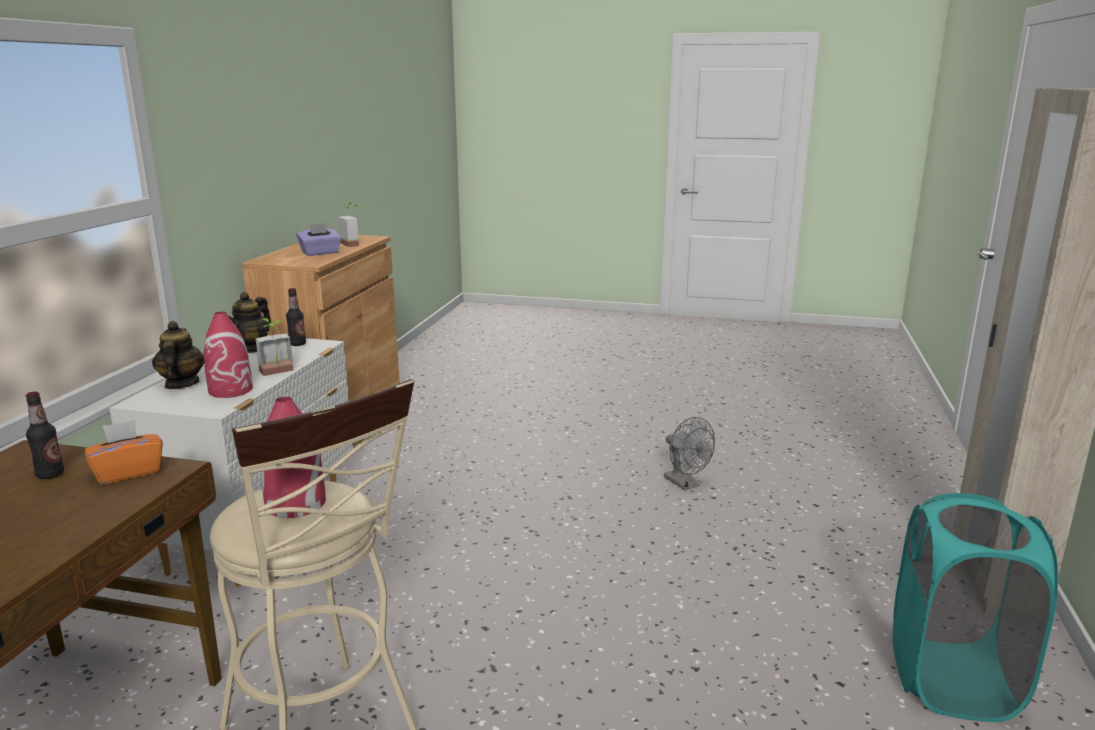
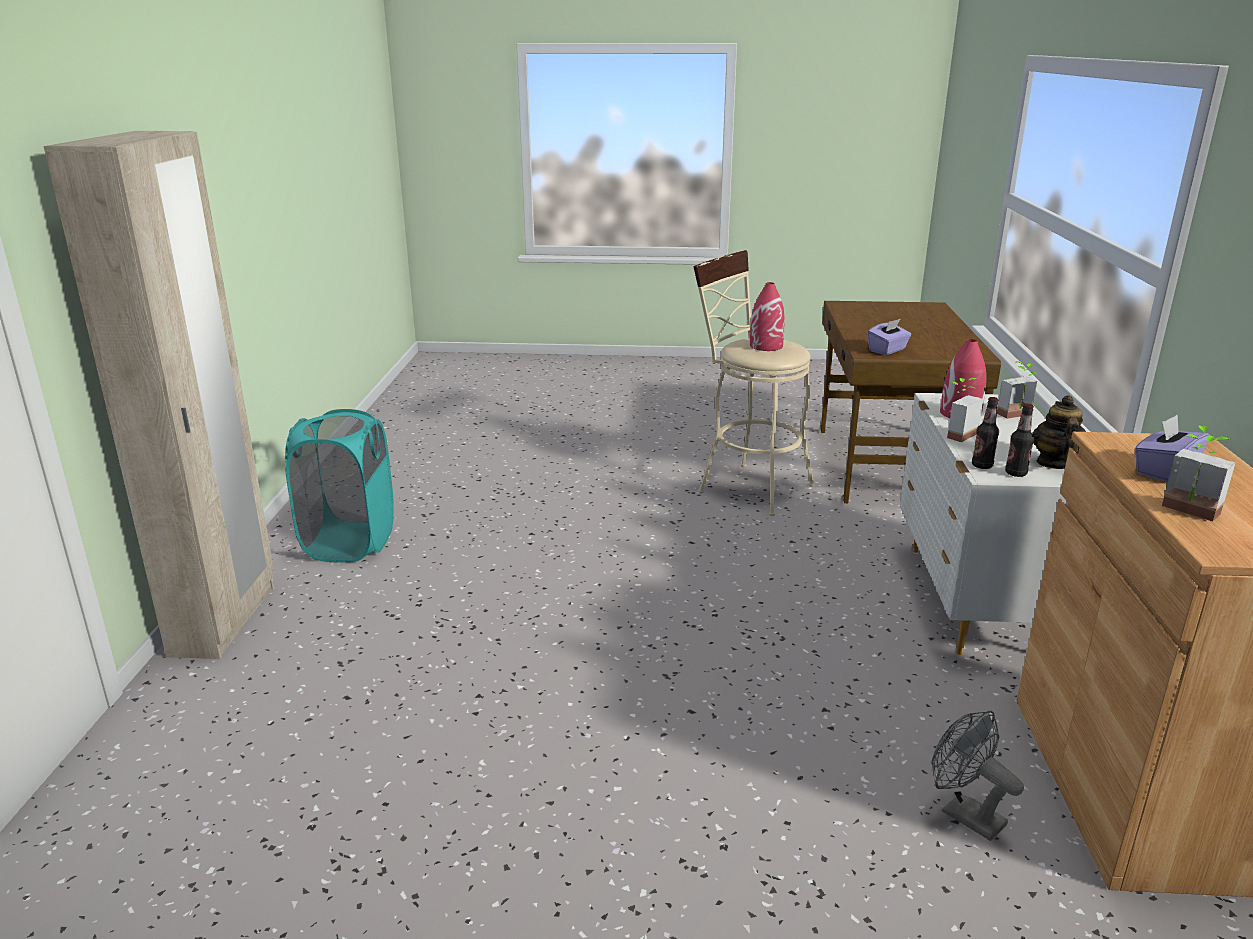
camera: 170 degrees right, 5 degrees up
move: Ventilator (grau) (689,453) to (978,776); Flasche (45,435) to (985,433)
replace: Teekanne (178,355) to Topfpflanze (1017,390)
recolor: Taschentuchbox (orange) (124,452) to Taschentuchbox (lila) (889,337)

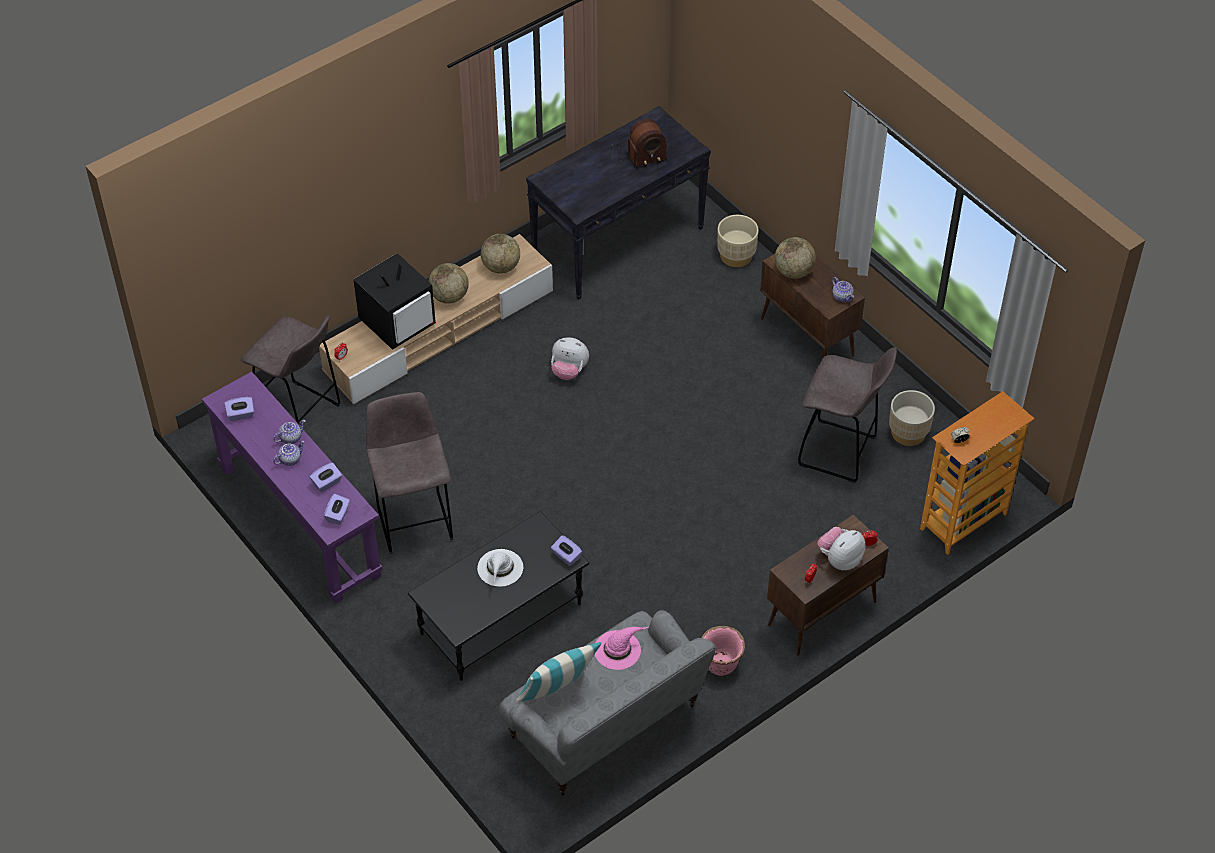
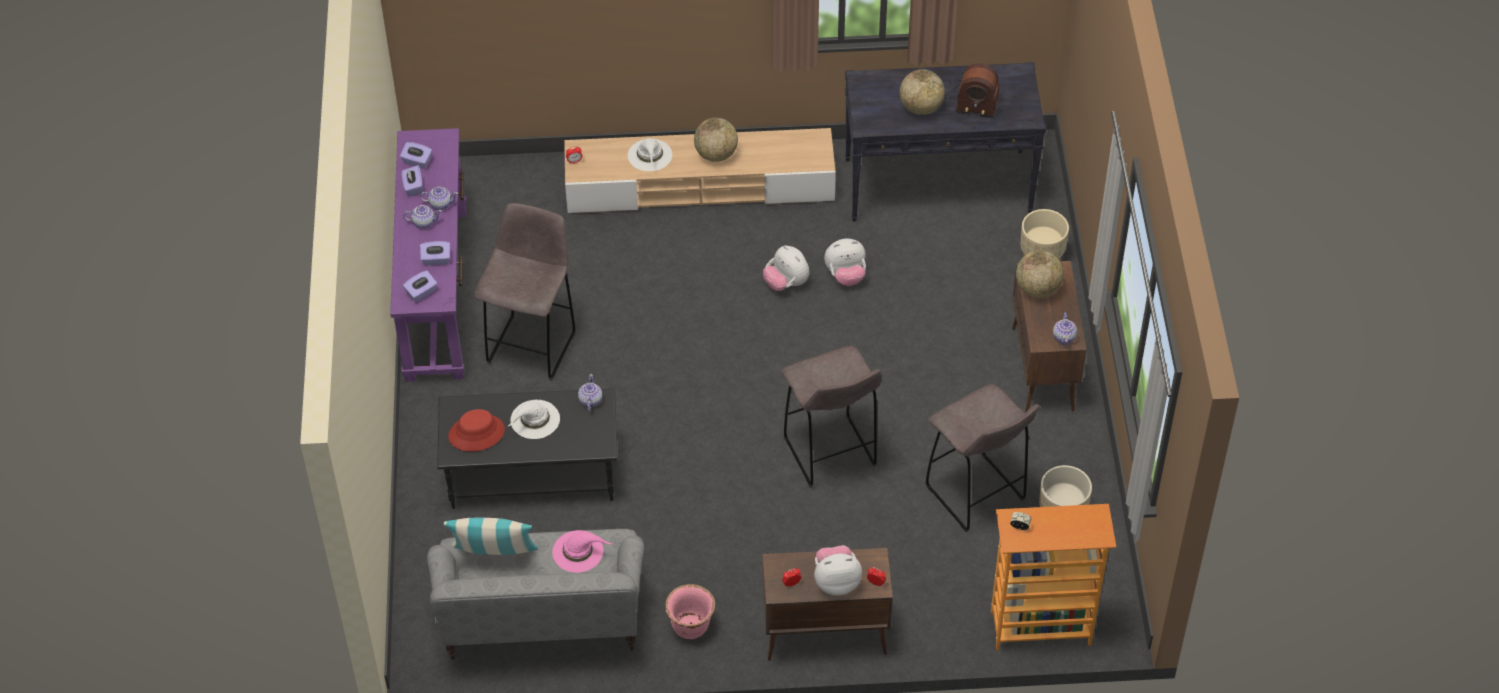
camera: 35 degrees right, 0 degrees up
insert: Hut (rot) (476,430); Teekanne (590,392); Plüschtier (845,262)
move: Taschentuchbox (lila) (566,550) to (412,180); Hocker (grau) (291,370) to (831,417); Globus (500,254) to (922,92)
replace: Fernseher (394,301) to Hut (weiß) (650,154)

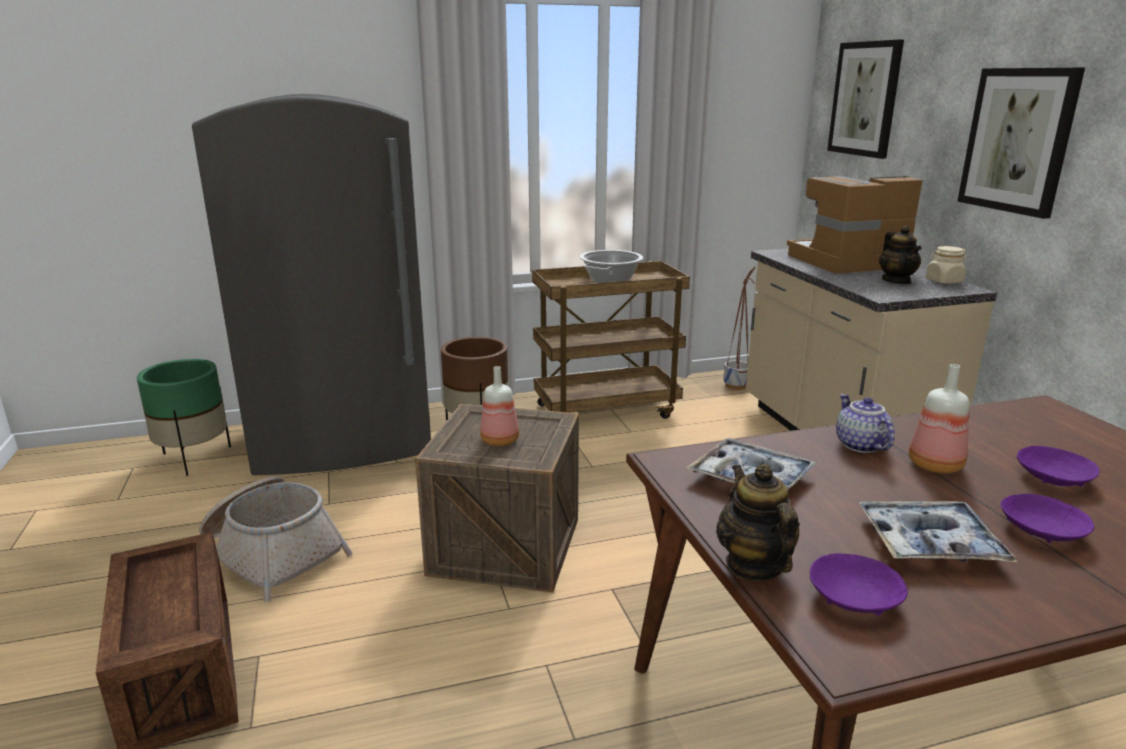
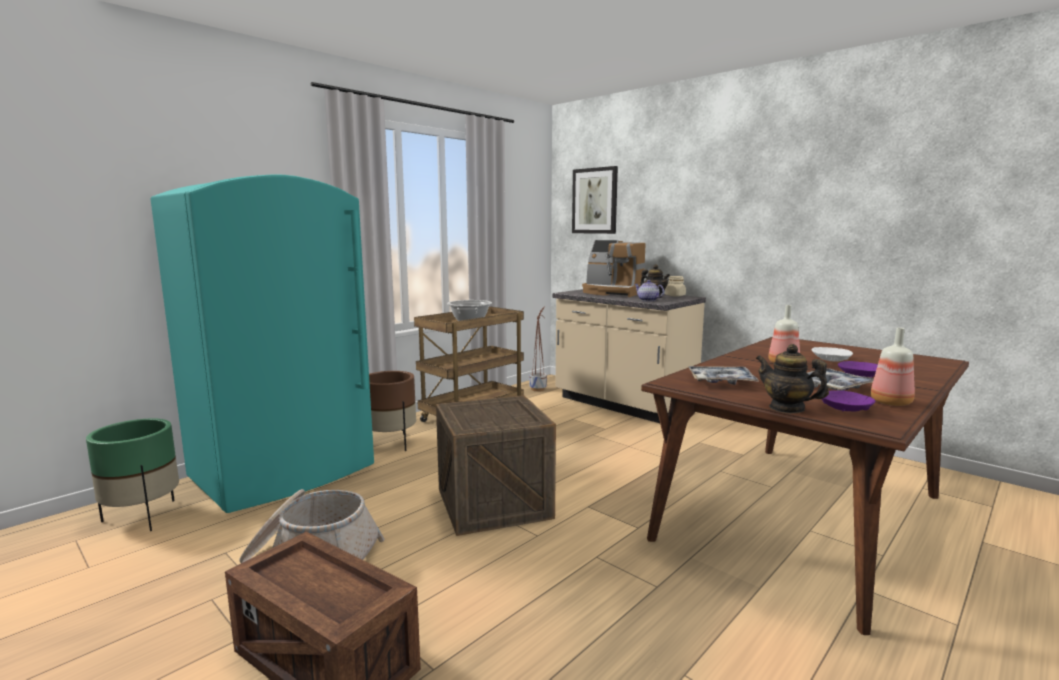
camera: 30 degrees left, 10 degrees down
delete: Bild (1021,143)
move: Teekanne (865,423) to (649,290); Flasche (499,406) to (892,367)
recolor: Kühlschrank (grau) (311,285) to Kühlschrank (türkis) (262,343); Schüssel (lila) (1058,466) to Schüssel (weiß) (832,354)
rotate: Kaffeemaschine (855,225) = (614,268) 105 degrees counterclockwise

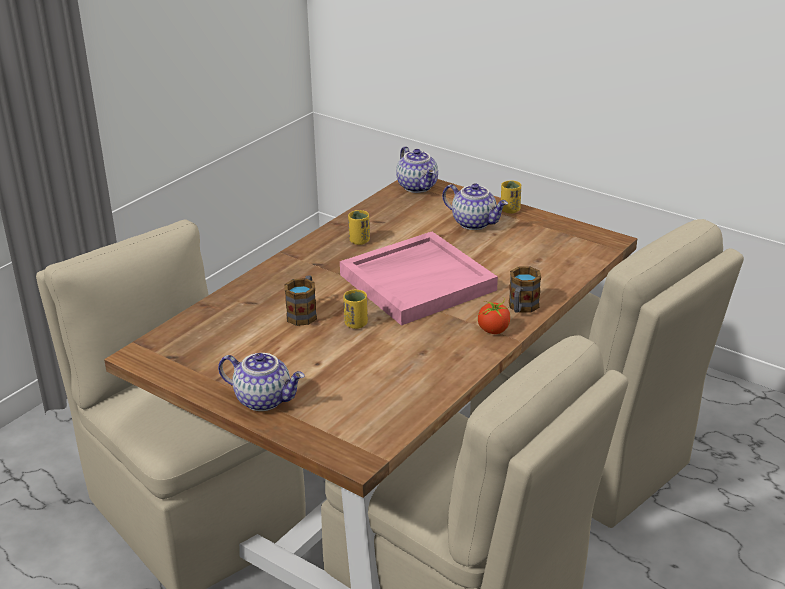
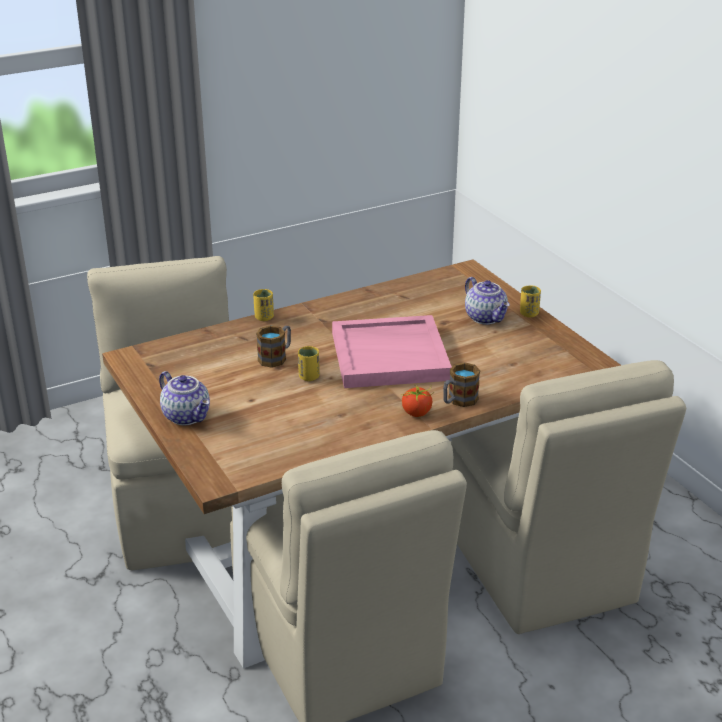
camera: 25 degrees right, 0 degrees up
delete: Teekanne (417,169)
move: Tasse (gelb) (359,227) to (263,305)

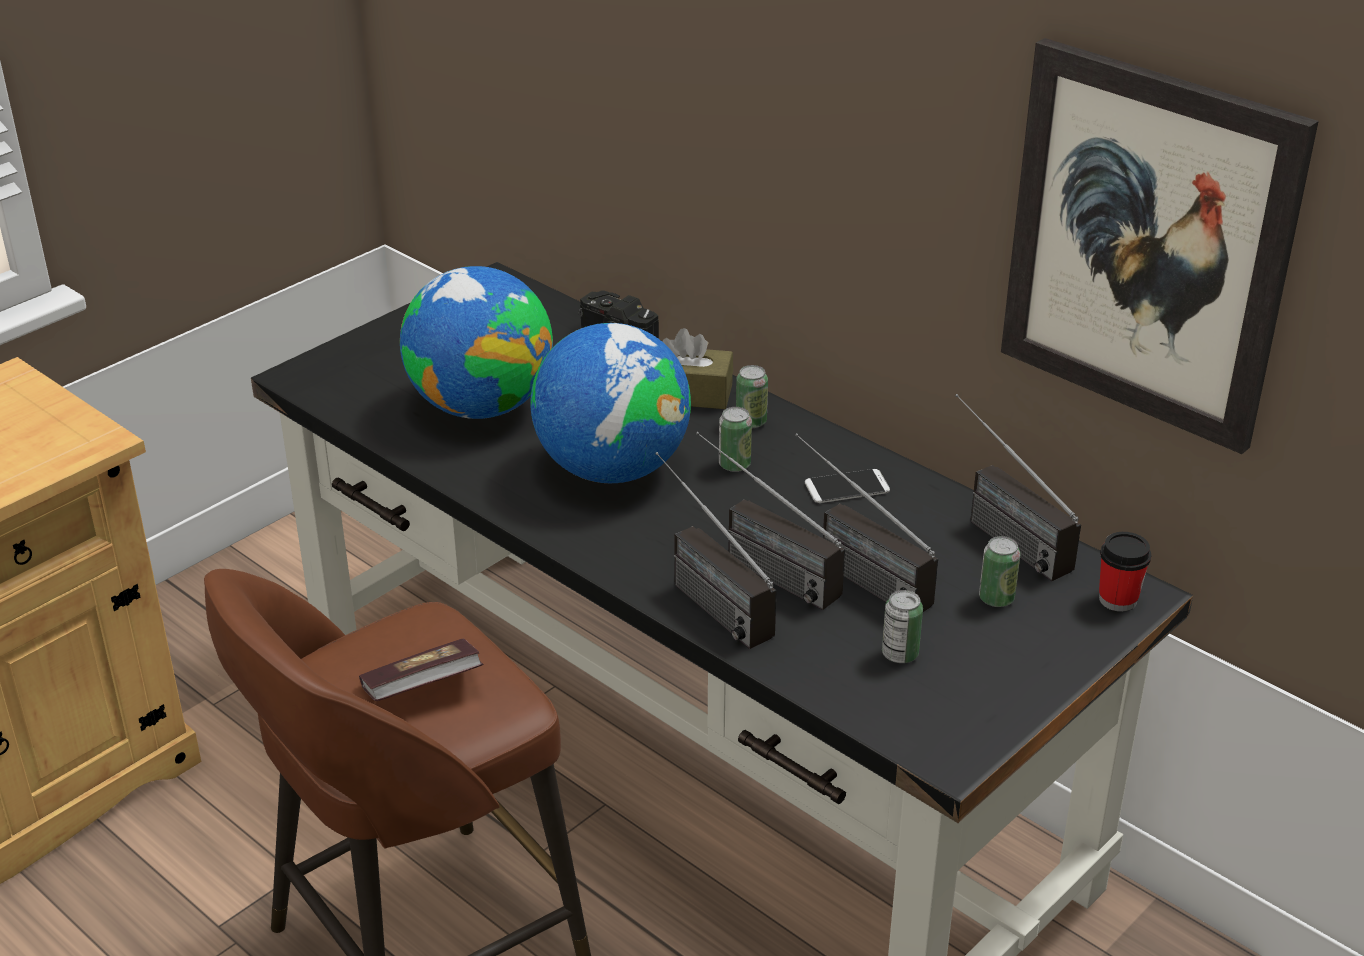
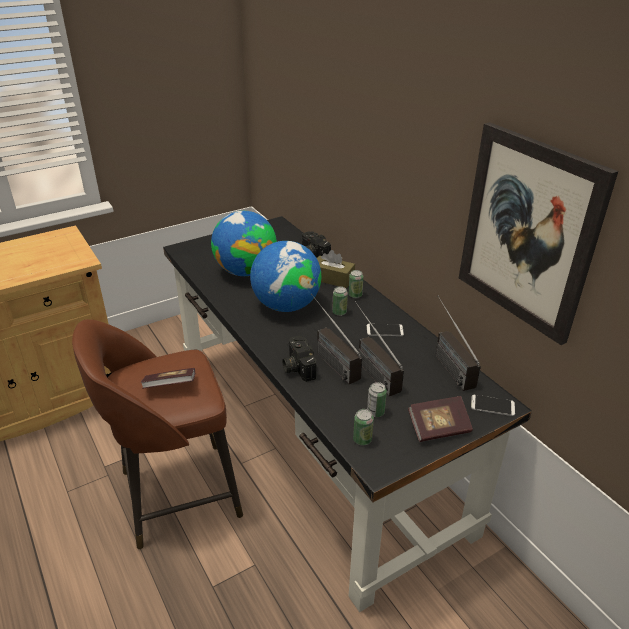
camera: 15 degrees right, 0 degrees up
insert: Buch (440,419)
move: Dose (999,571) to (363,427)
replace: Radio (715,550) to Kamera (299,359); Tasse (1125,572) to Handy (493,405)

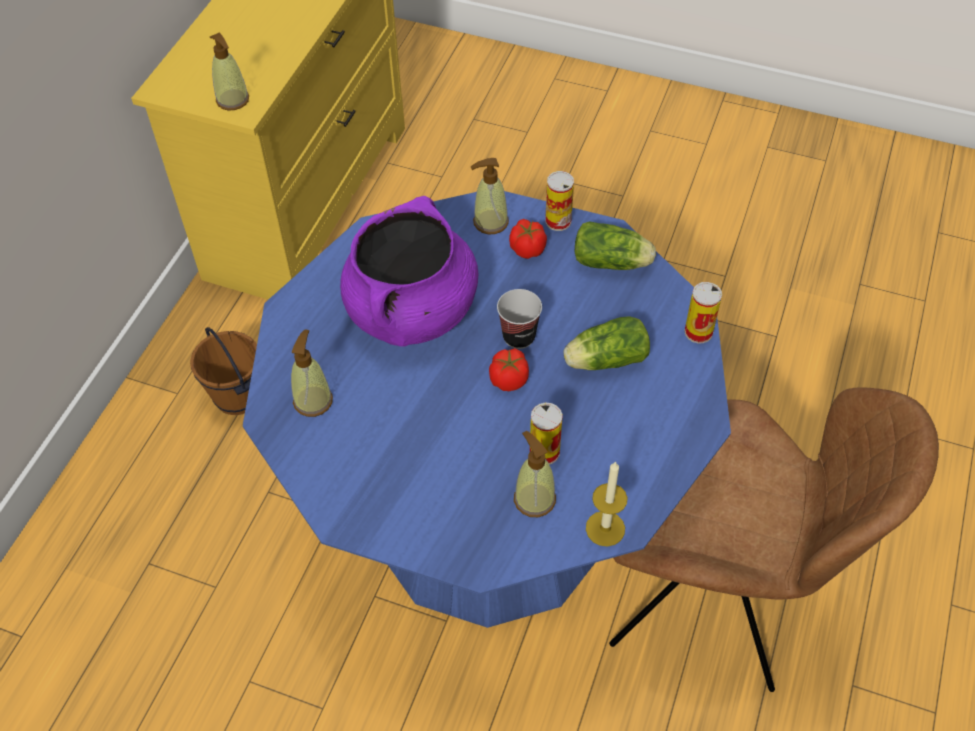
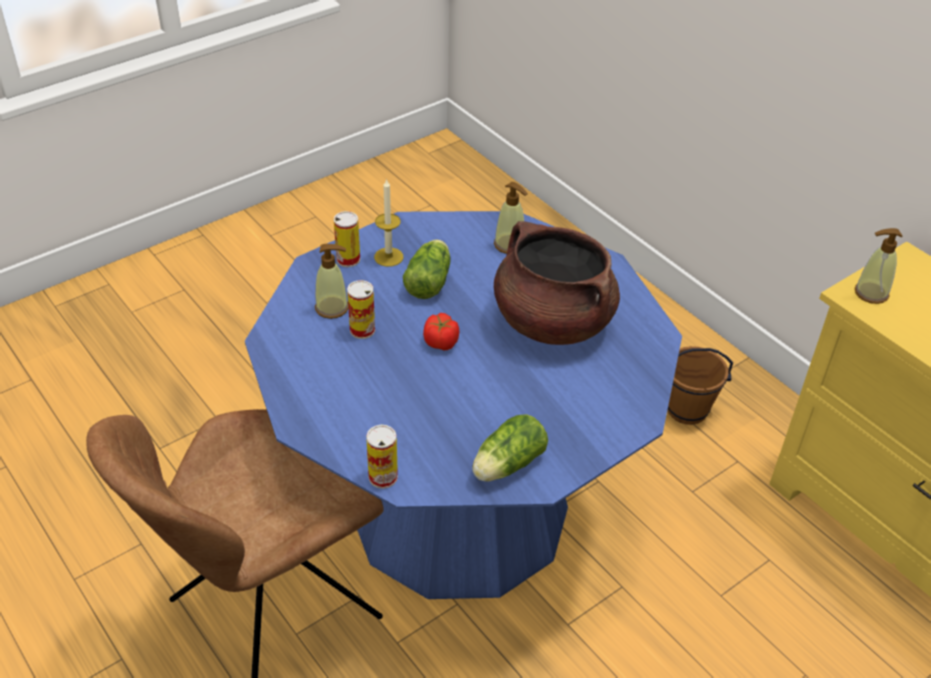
camera: 120 degrees right, 10 degrees down
delete: Seifenspender (490,196); Tasse (519,319); Tomate (528,239)
move: Dose (559,201) to (347,239); Kerze (607,504) to (388,222); Salatkopf (606,343) to (427,269)
recolor: Kochtopf (lila) (409,271) to Kochtopf (braun) (557,283)

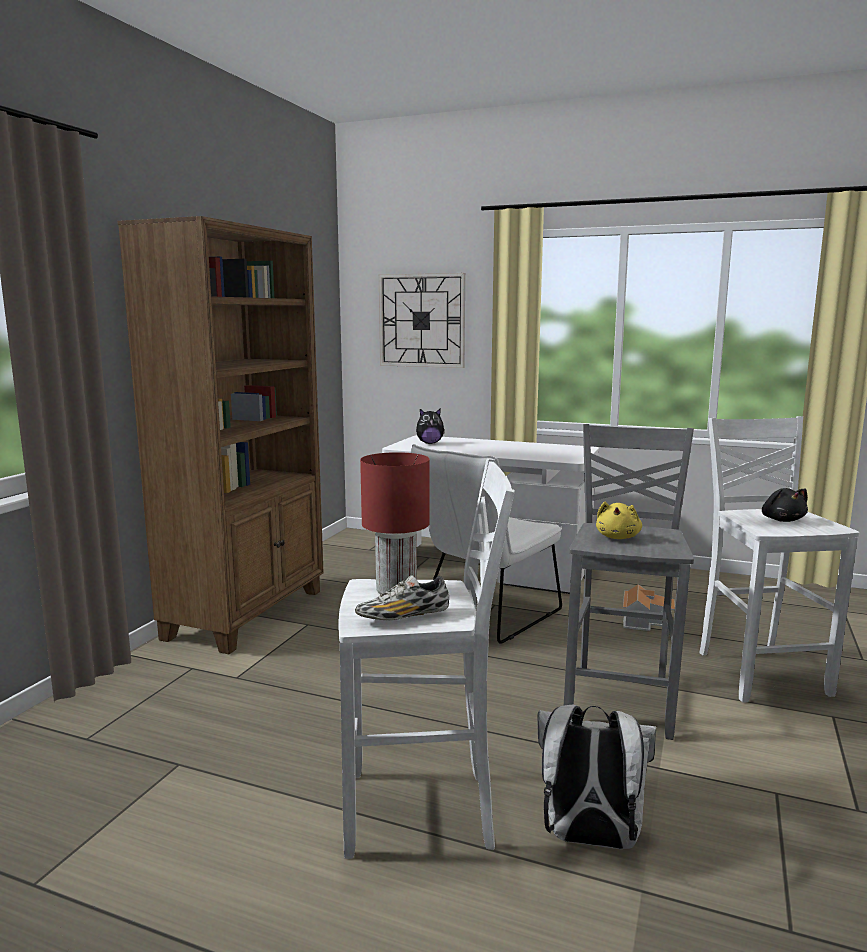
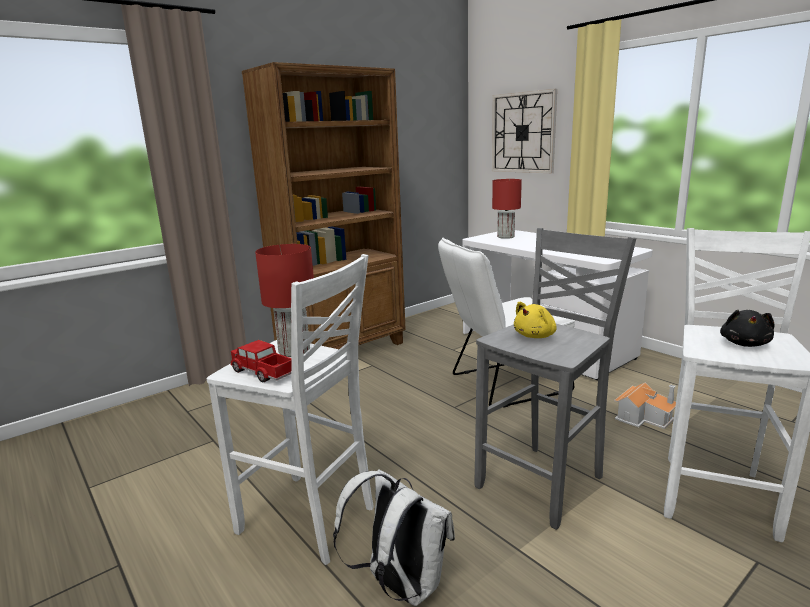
camera: 30 degrees right, 5 degrees up
replace: Schuh (402,597) to Spielzeuglaster (261,361); Plüschtier (430,426) to Tischlampe (rot) (507,209)

